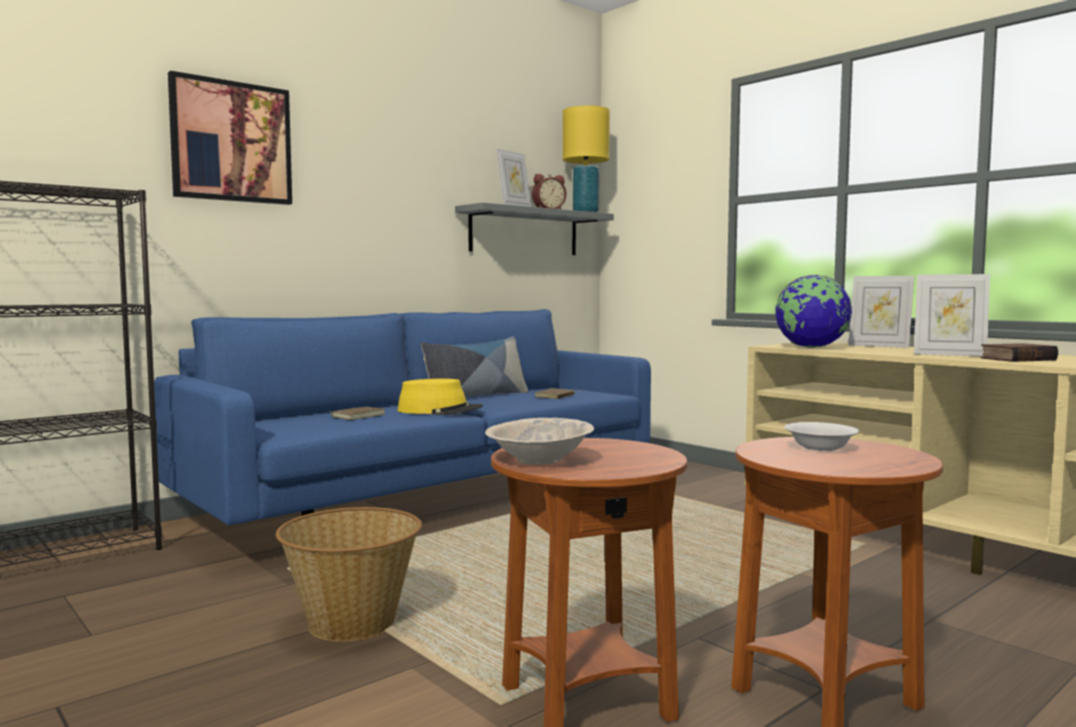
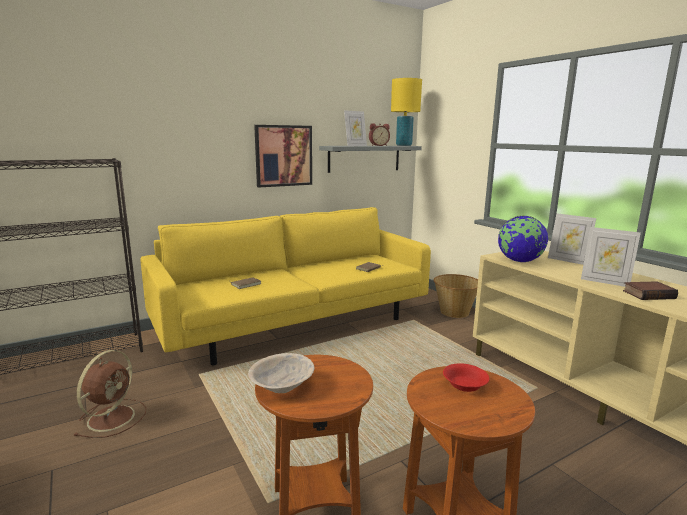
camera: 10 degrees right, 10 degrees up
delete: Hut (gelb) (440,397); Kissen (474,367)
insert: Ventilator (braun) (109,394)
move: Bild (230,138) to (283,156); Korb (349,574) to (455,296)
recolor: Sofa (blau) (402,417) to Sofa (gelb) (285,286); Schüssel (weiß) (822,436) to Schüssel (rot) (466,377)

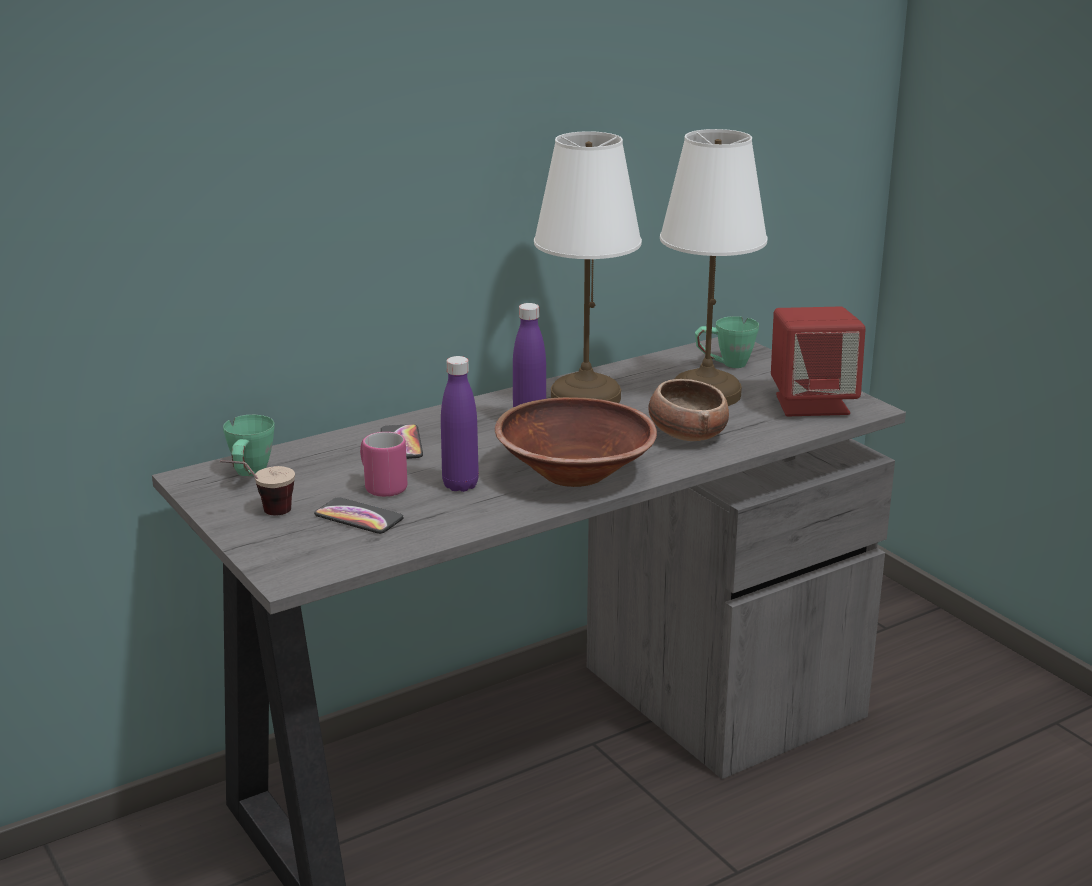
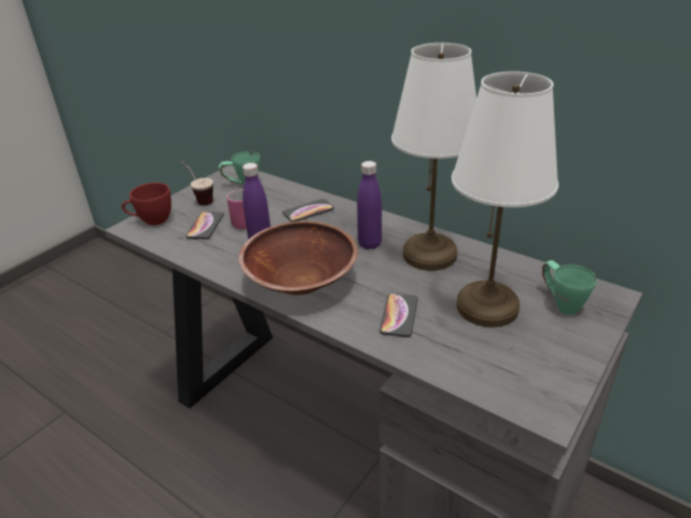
camera: 70 degrees right, 10 degrees up
delete: Lautsprecher (rot) (818,361)
insert: Tasse (rot) (146,203)
replace: Schüssel (688,410) to Handy (399,315)

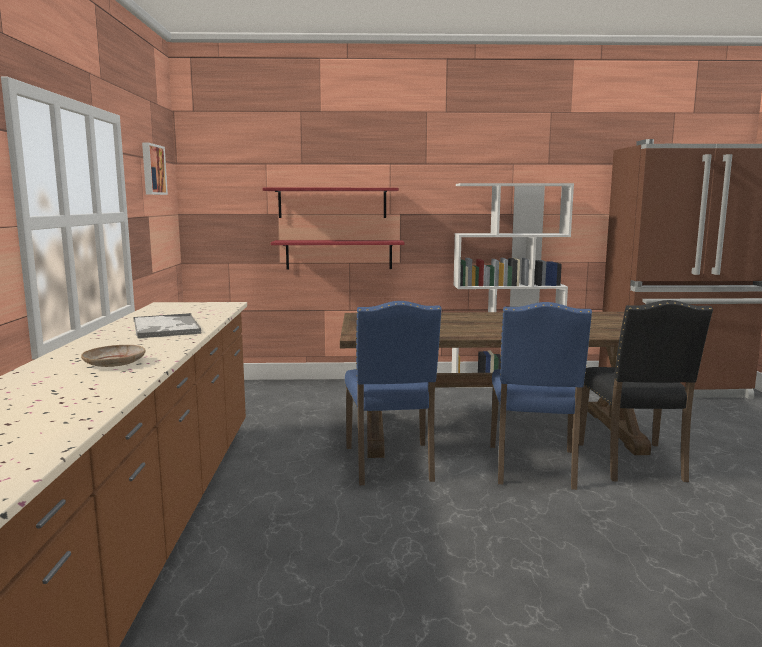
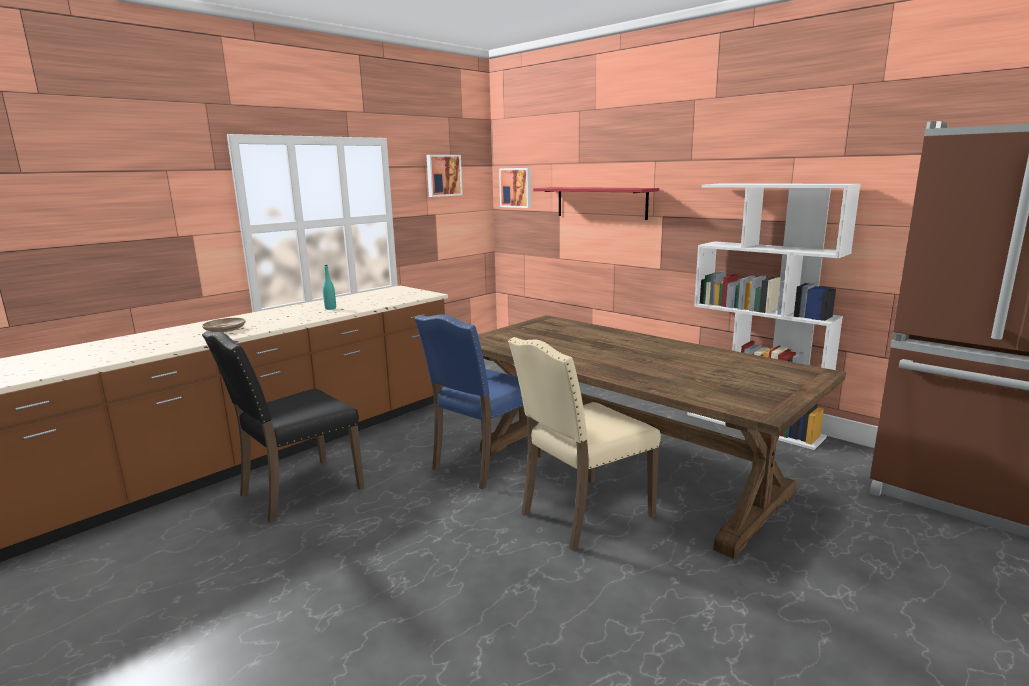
camera: 45 degrees right, 5 degrees up
delete: Wandregal (rot) (338,254)
insert: Bild (515,188)
move: Stuhl (schwarz) (646,391) to (283,426)
replace: Tablett (168,325) to Flasche (türkis) (329,287)
recolor: Stuhl (blau) (541,396) to Stuhl (beige) (584,444)

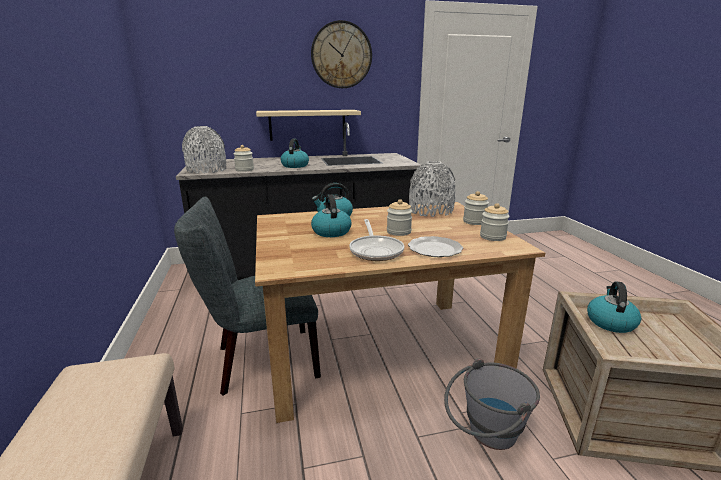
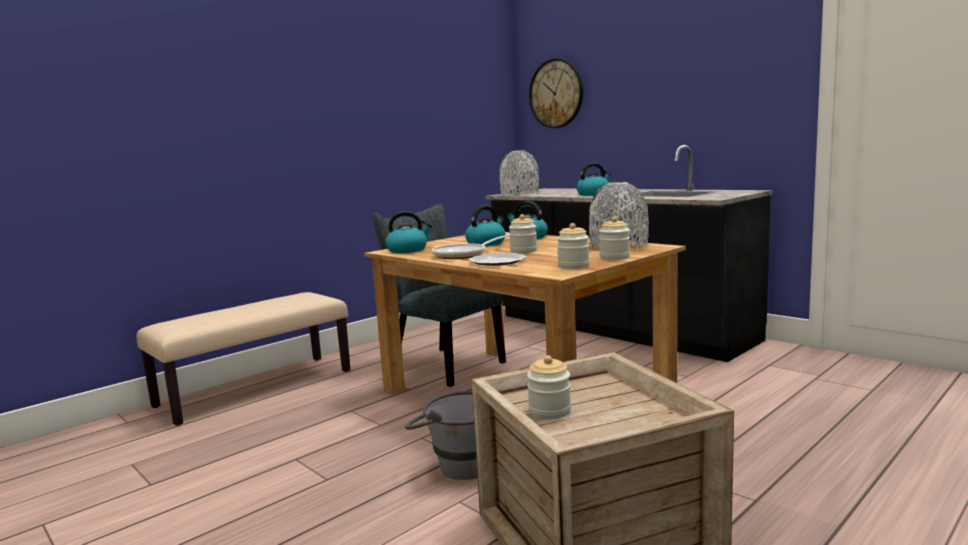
camera: 60 degrees right, 10 degrees down
delete: Wandregal (beige) (308,125)
move: Wasserkessel (614,307) to (409,232); Vorratsglas (244,158) to (549,387); Wanduhr (341,54) to (556,93)

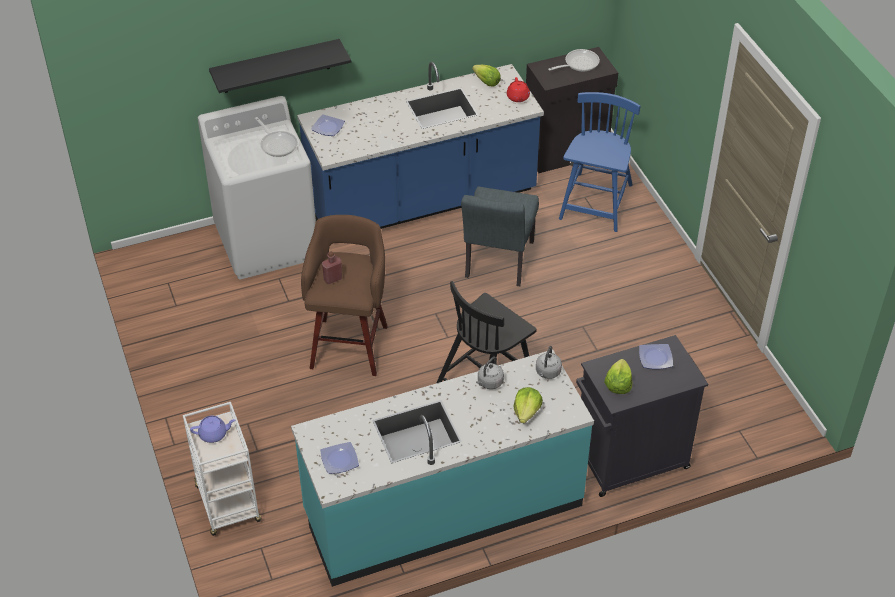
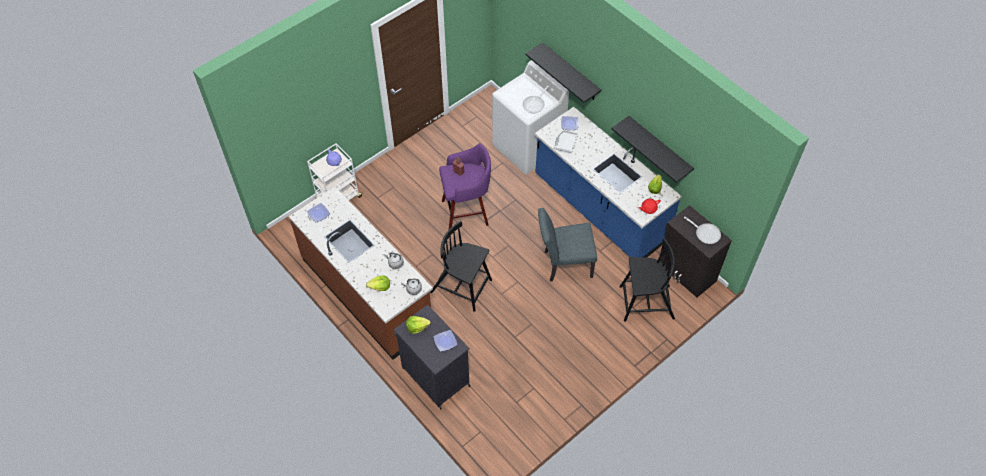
camera: 70 degrees right, 10 degrees up
insert: Tablett (grau) (566,141); Wandregal (schwarz) (652,149)
recolor: Küchenzeile (türkis) (442,468) to Küchenzeile (braun) (361,273); Hocker (braun) (344,295) to Hocker (lila) (465,186); Stuhl (blau) (599,162) to Stuhl (schwarz) (647,280)

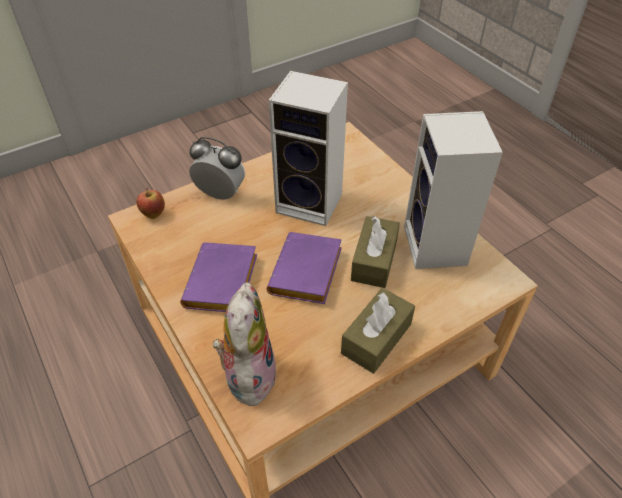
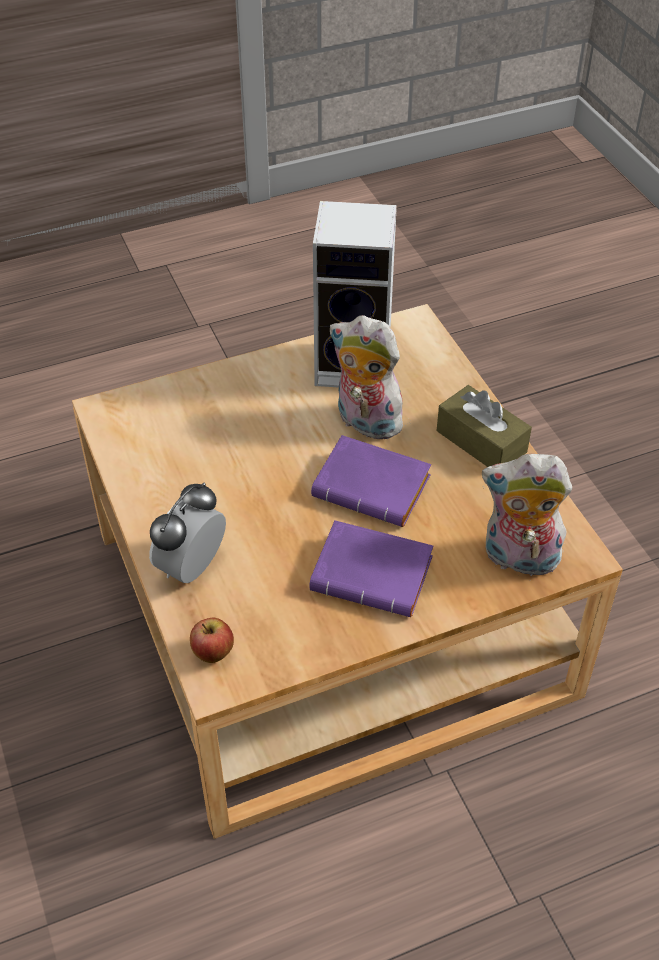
camera: 80 degrees left, 0 degrees up
delete: Lautsprecher (308,148)
replace: Taschentuchbox (braun) (375,252) to Plüschtier (370,377)

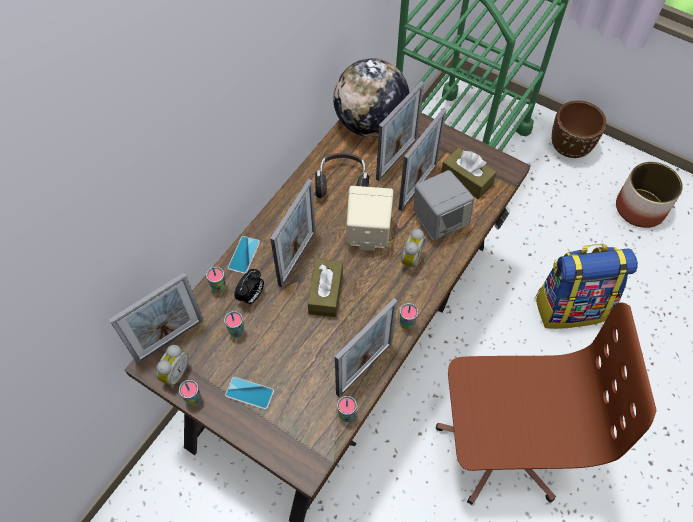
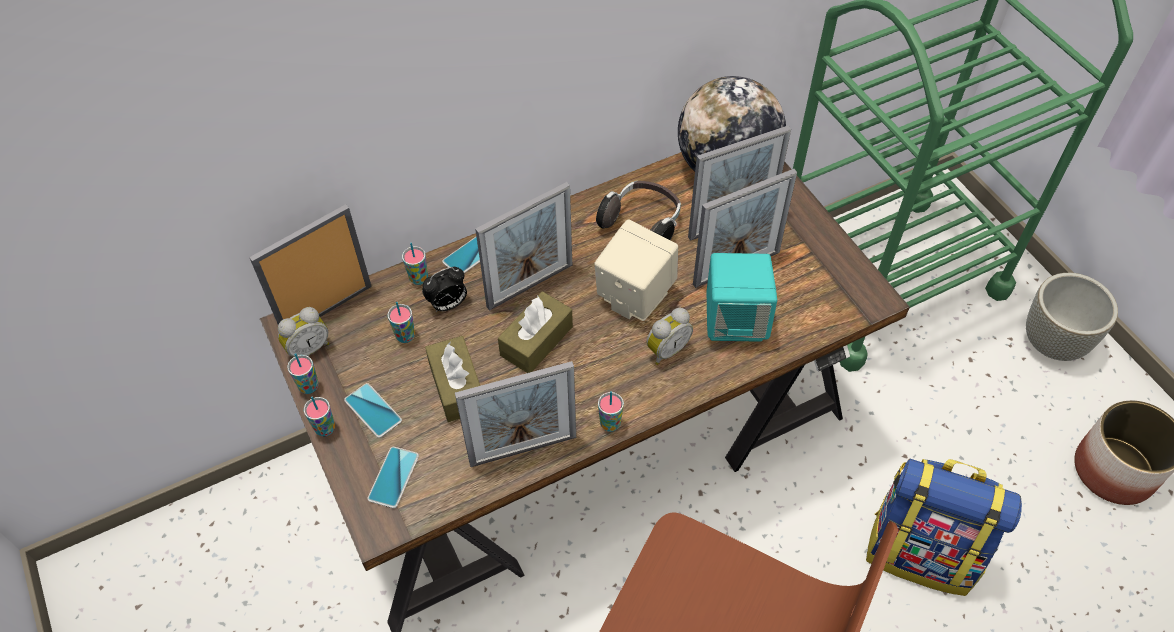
camera: 30 degrees right, 5 degrees down
insert: Handy (393,477)
move: Tasse (347,409) to (319,416); Taschentuchbox (braun) (469,173) to (452,379)
recolor: Lautsprecher (grau) (443,205) to Lautsprecher (türkis) (742,297); Pflanzkübel (braun) (579,129) to Pflanzkübel (grau) (1072,317)
rotate: Bilderrahmen (156,318) = (310,264) 150 degrees clockwise

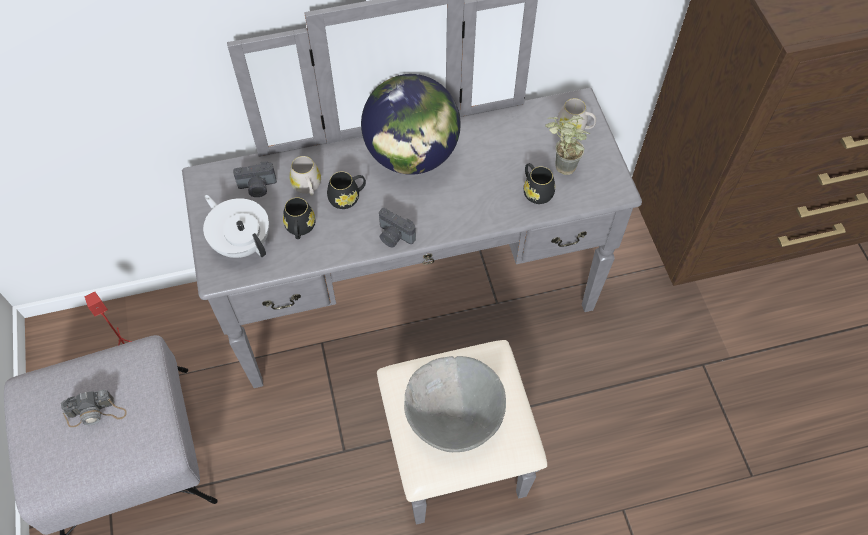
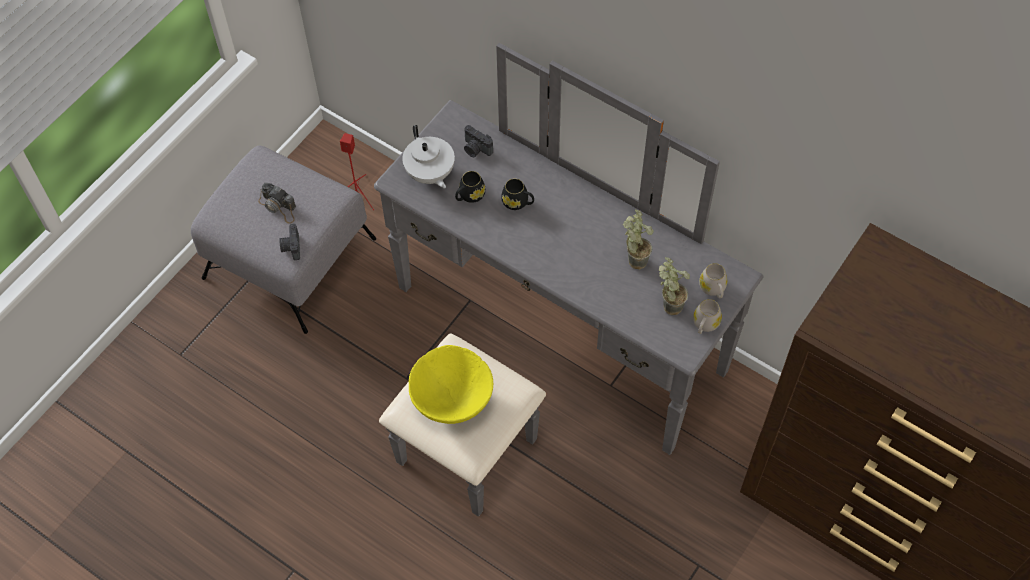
camera: 50 degrees right, 0 degrees up
delete: Globus (410,124); Henkelbecher (schwarz) (539,183)
insert: Topfpflanze (638,239)
move: Kamera (397,228) to (289,242); Henkelbecher (weiß) (305,176) to (707,316)
recolor: Schüssel (grau) (455,404) to Schüssel (gelb) (451,384)
rotate: Teekanne (weiß) (236,226) = (428,157) 150 degrees clockwise

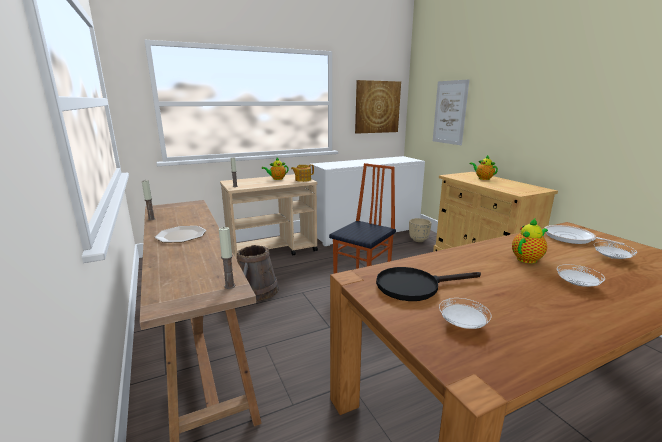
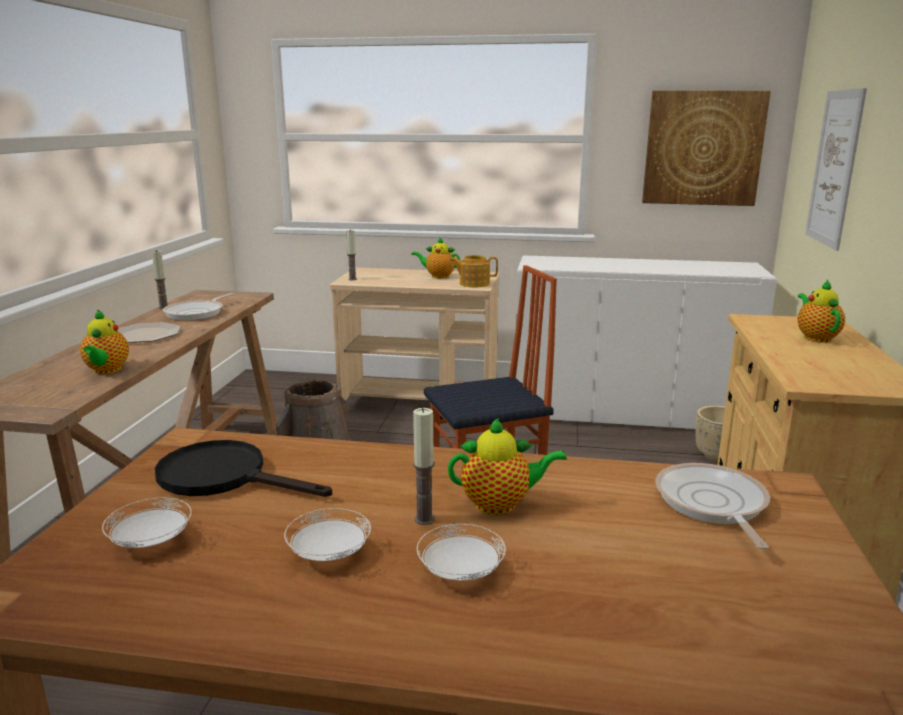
camera: 35 degrees right, 0 degrees up
insert: Teekanne (104,341); Pfanne (198,307)
move: Teller (weiß) (615,250) to (327,534); Kerze (227,258) to (424,466)

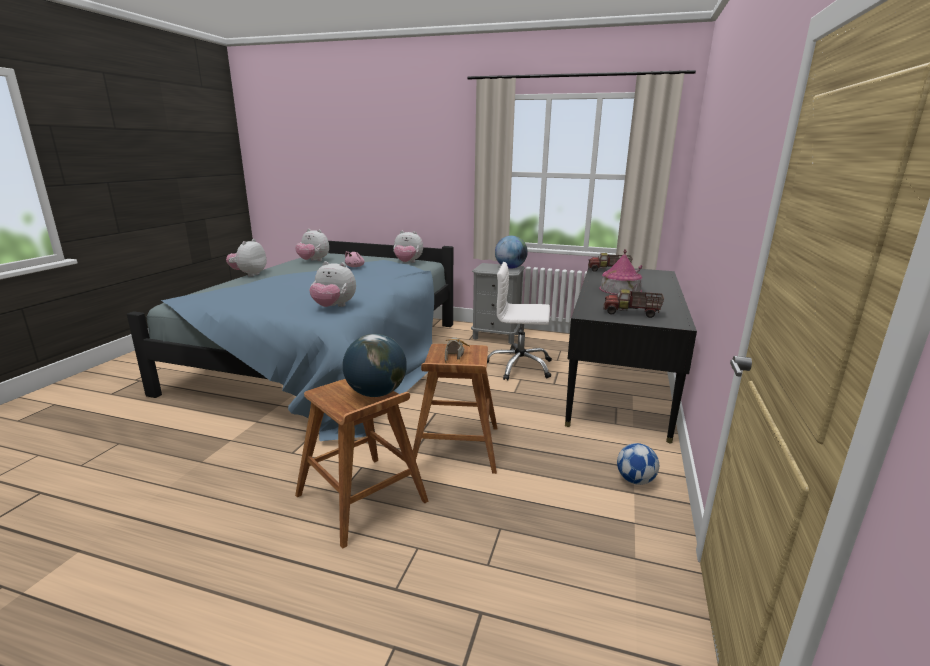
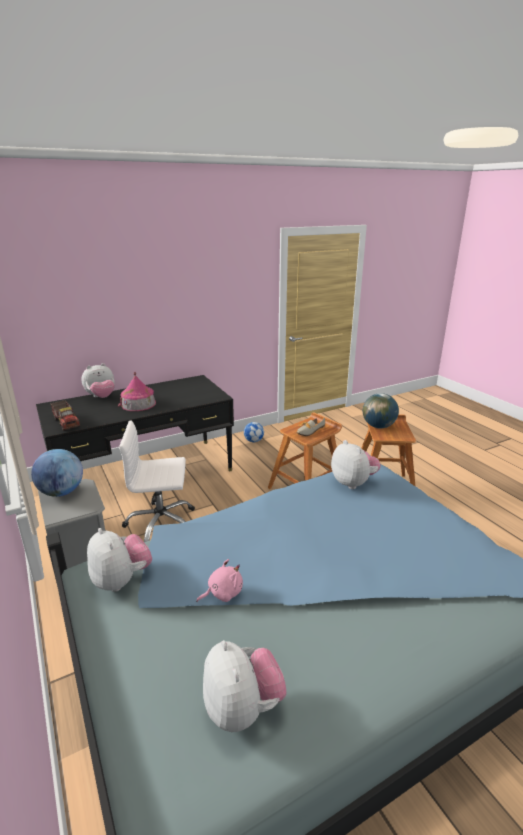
camera: 135 degrees left, 5 degrees up
delete: Spielzeuglaster (633,303)
move: Plüschtier (246,258) to (98,380)
rotate: Bürostuhl (weiß) (519,321) = (157,481) 120 degrees clockwise

